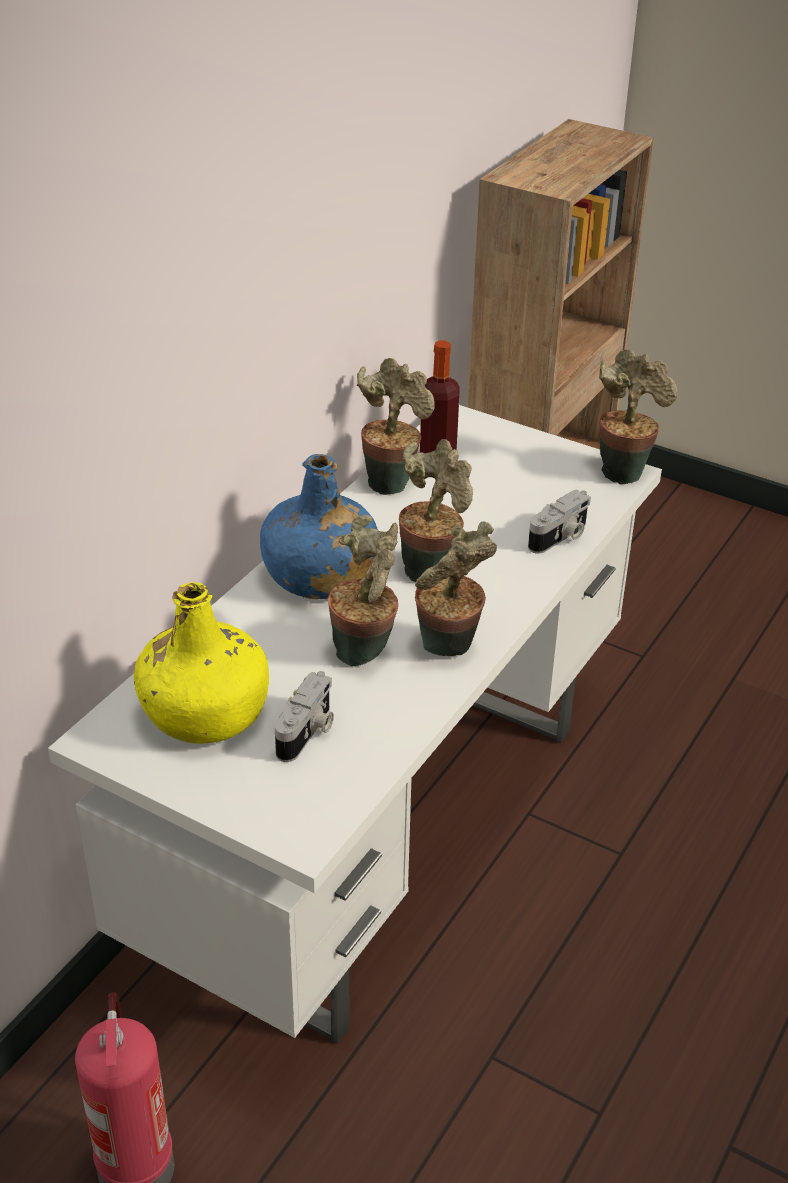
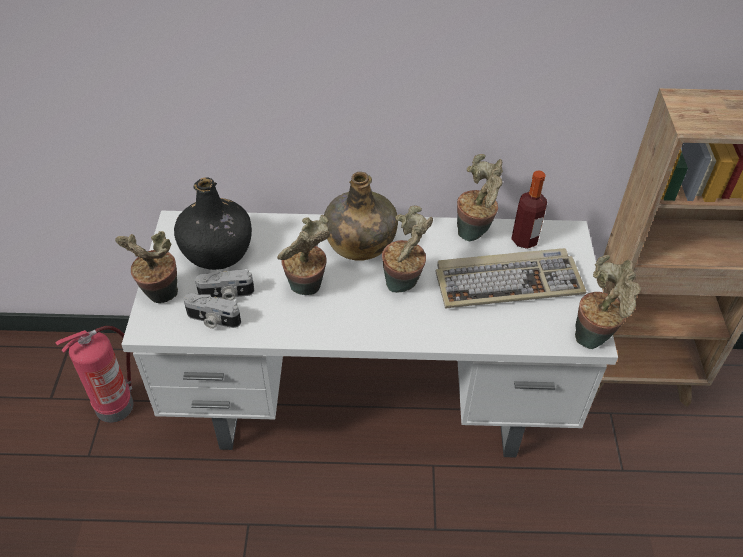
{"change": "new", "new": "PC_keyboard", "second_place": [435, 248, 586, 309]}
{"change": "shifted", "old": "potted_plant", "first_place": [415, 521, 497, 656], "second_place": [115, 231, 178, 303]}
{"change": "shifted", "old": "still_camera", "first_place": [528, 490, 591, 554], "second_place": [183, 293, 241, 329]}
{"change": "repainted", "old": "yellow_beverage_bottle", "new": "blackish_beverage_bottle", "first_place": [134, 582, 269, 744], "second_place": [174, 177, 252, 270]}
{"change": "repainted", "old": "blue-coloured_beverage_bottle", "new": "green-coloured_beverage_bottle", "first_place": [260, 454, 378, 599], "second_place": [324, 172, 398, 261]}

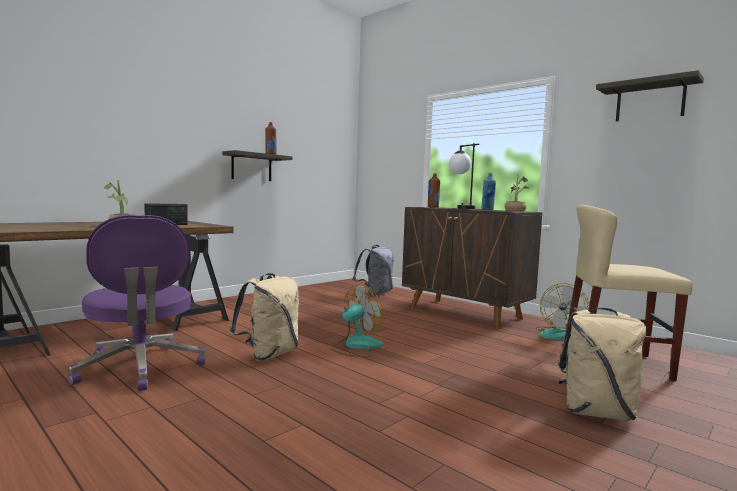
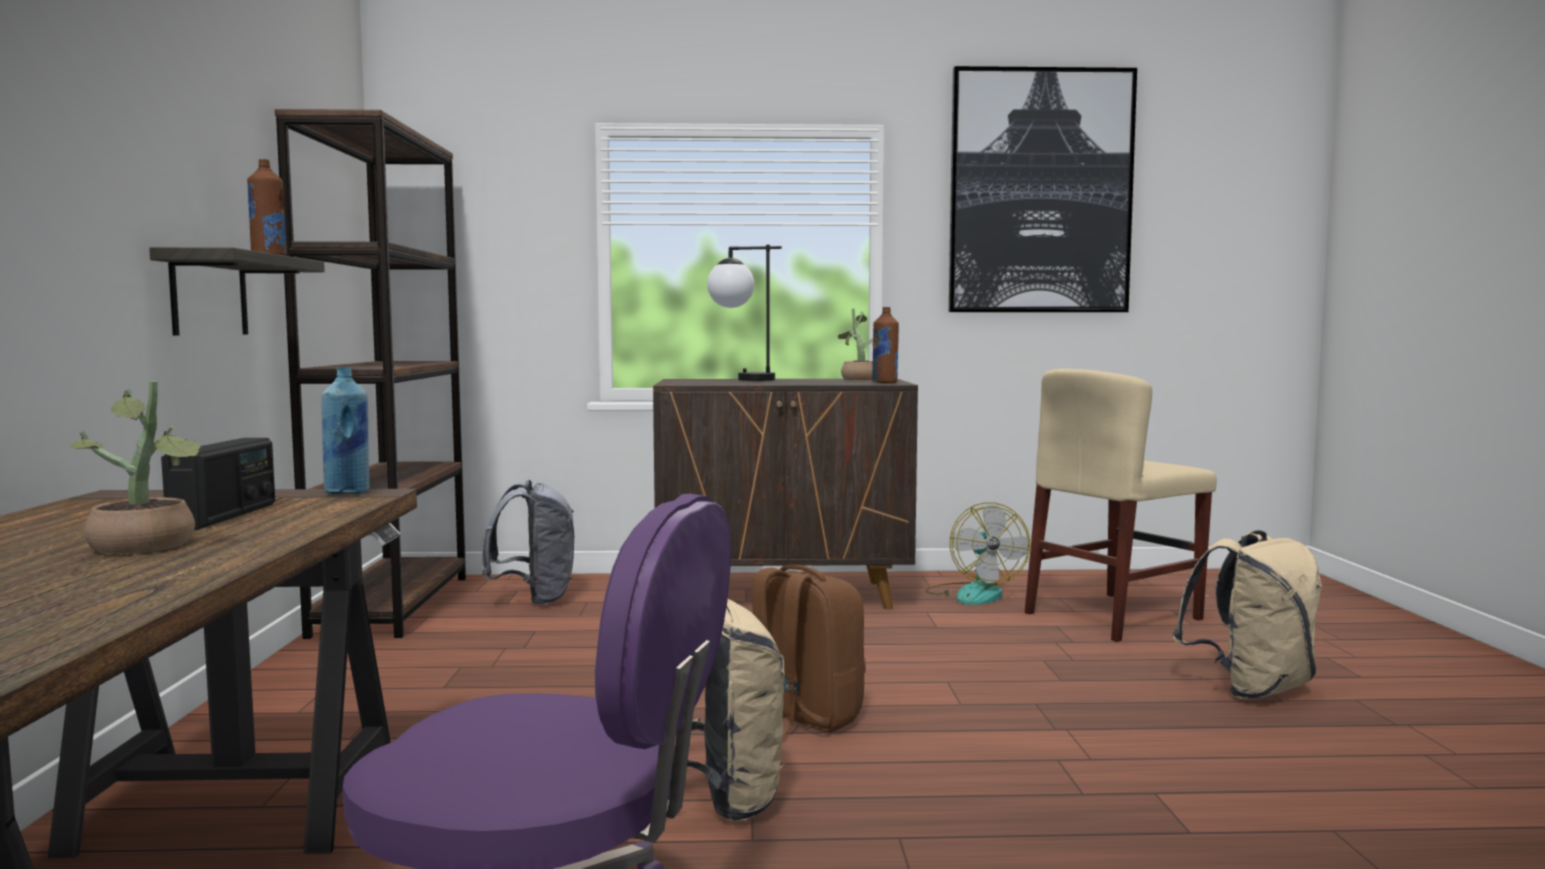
{"change": "new", "new": "brown_bookcase", "second_place": [275, 109, 466, 639]}
{"change": "shifted", "old": "brown_beverage_bottle", "first_place": [428, 173, 440, 208], "second_place": [872, 307, 899, 384]}
{"change": "shifted", "old": "blue-coloured_beverage_bottle", "first_place": [481, 173, 496, 210], "second_place": [321, 367, 369, 494]}
{"change": "swapped", "old": "cooling_fan", "new": "brown_knapsack", "first_place": [331, 284, 383, 357], "second_place": [752, 565, 866, 737]}
{"change": "swapped", "old": "bracket_shelf", "new": "wall_picture", "first_place": [596, 70, 704, 121], "second_place": [949, 66, 1137, 312]}

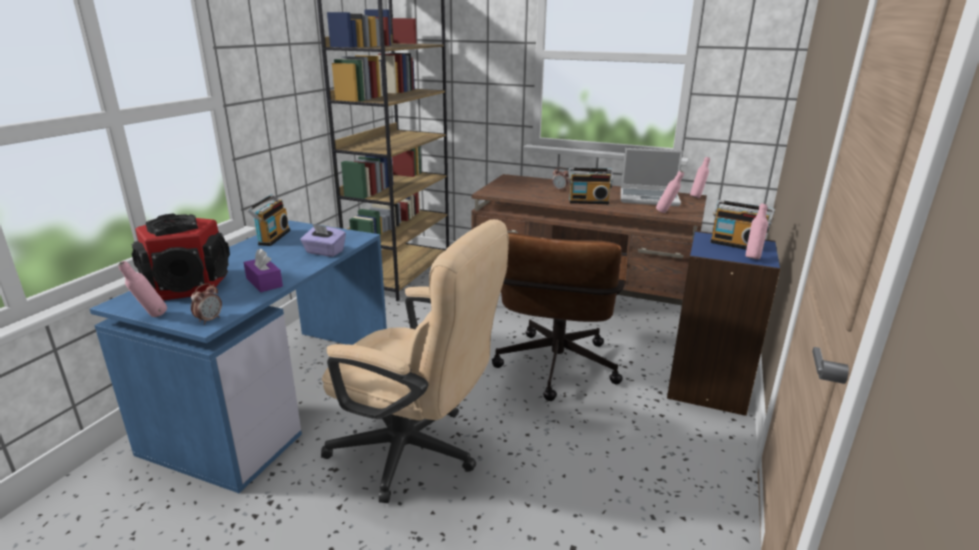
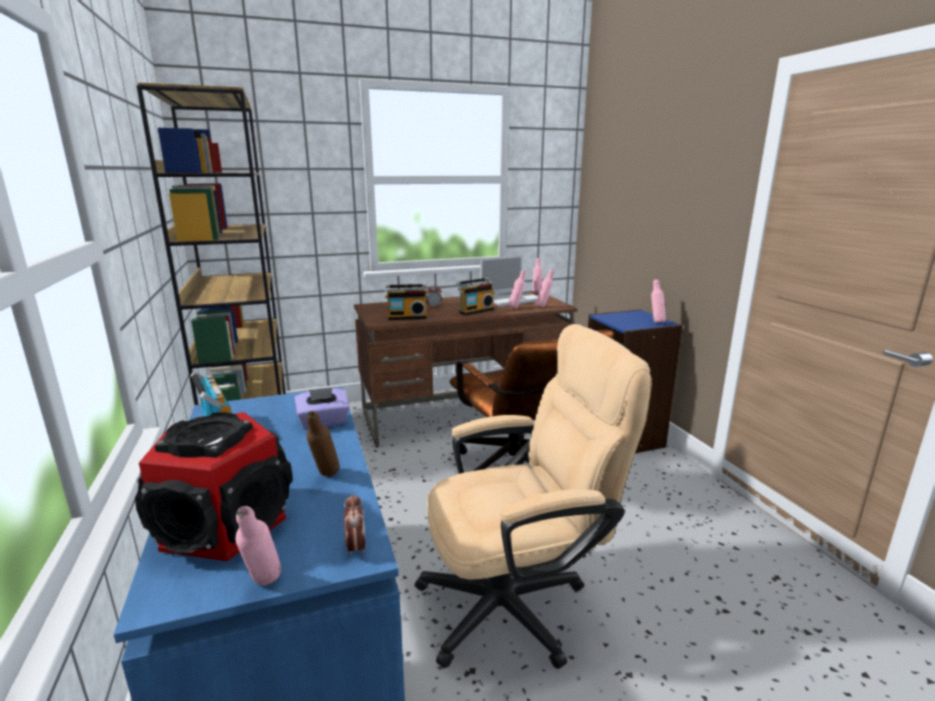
{"change": "new", "new": "pinkish_beverage_bottle", "second_place": [508, 270, 526, 309]}
{"change": "shifted", "old": "radio", "first_place": [710, 200, 775, 250], "second_place": [385, 284, 429, 320]}
{"change": "swapped", "old": "purple_tissue_holder", "new": "brown_beverage_bottle", "first_place": [244, 248, 283, 292], "second_place": [306, 411, 340, 477]}

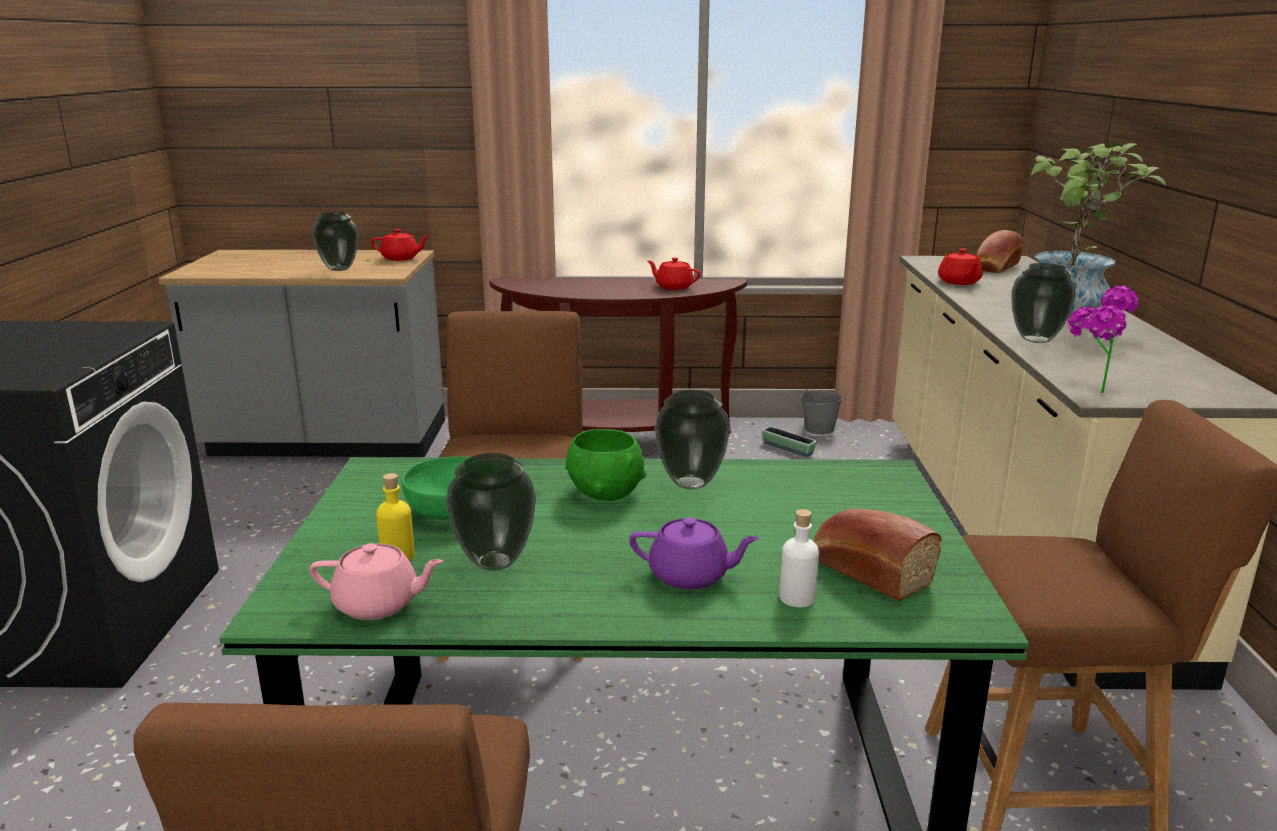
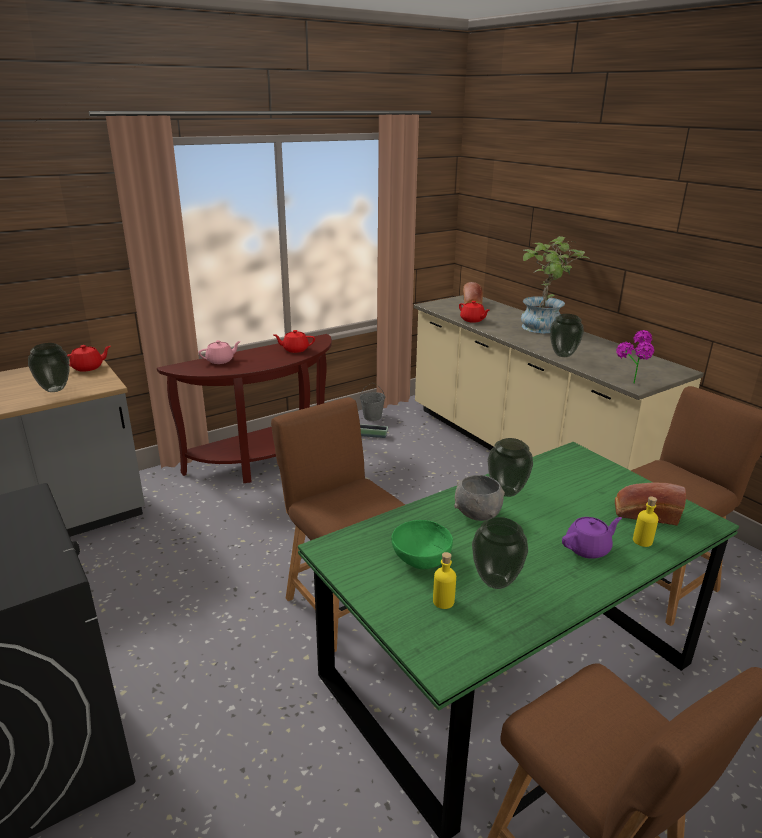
{"change": "shifted", "old": "pinkish_pot_for_tea", "first_place": [309, 543, 443, 620], "second_place": [198, 340, 241, 364]}
{"change": "repainted", "old": "green-coloured_bowl", "new": "grey_bowl", "first_place": [565, 429, 646, 501], "second_place": [454, 475, 505, 521]}
{"change": "repainted", "old": "whitish_beverage_bottle", "new": "yellow_beverage_bottle", "first_place": [779, 509, 819, 607], "second_place": [633, 497, 658, 547]}

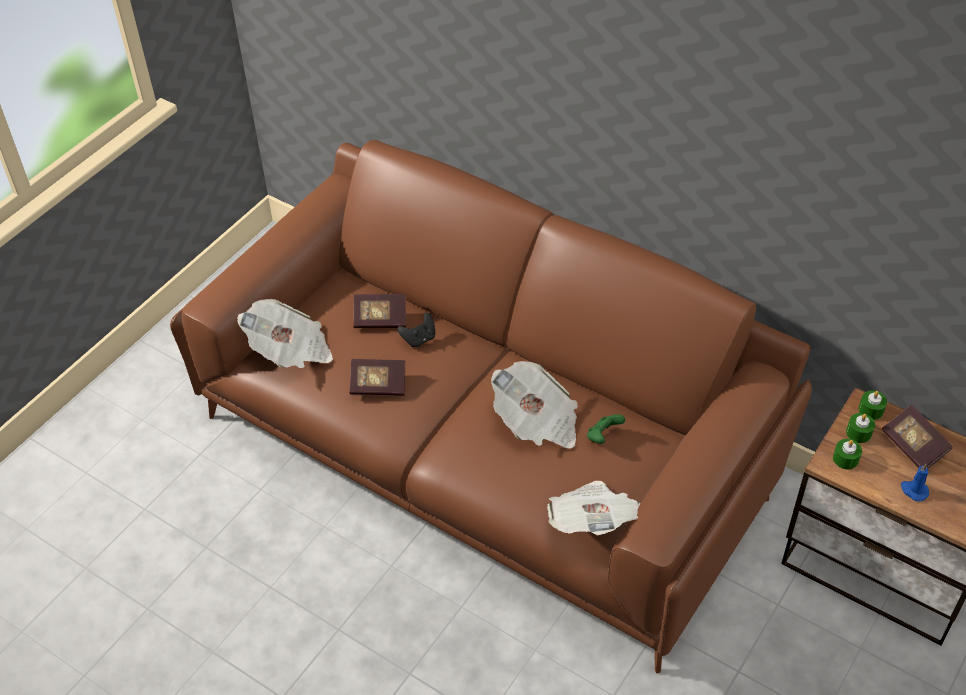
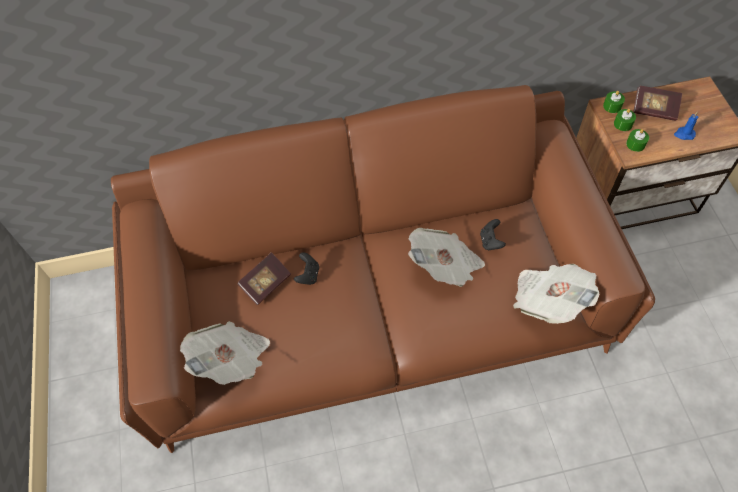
{"change": "gone", "old": "book", "first_place": [349, 359, 405, 396]}
{"change": "repainted", "old": "green-coloured_joypad", "new": "blackish_joypad", "first_place": [587, 414, 625, 444], "second_place": [480, 219, 506, 250]}

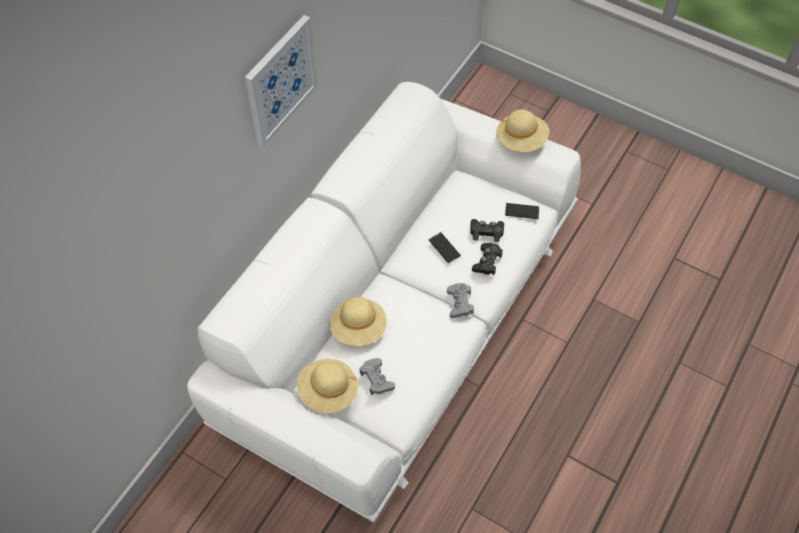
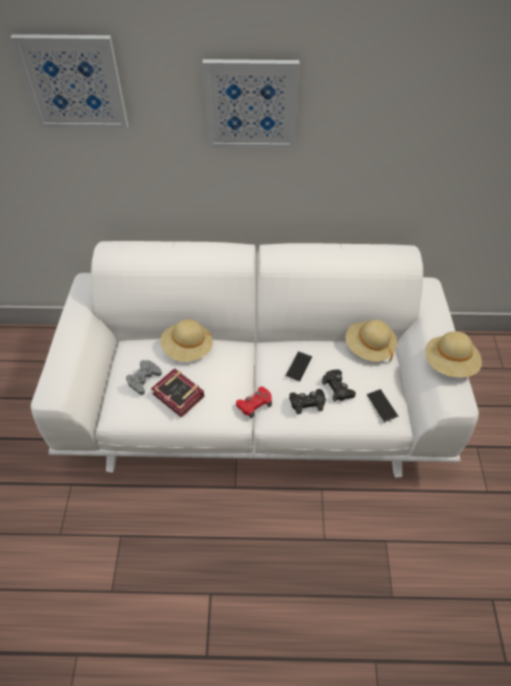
{"change": "new", "new": "wall_picture", "second_place": [10, 34, 128, 129]}
{"change": "new", "new": "book", "second_place": [151, 368, 204, 418]}
{"change": "shifted", "old": "beige-coloured_wearable_hat", "first_place": [297, 359, 358, 413], "second_place": [346, 320, 397, 362]}
{"change": "repainted", "old": "grey_joypad", "new": "red_joypad", "first_place": [447, 283, 474, 318], "second_place": [236, 387, 272, 419]}

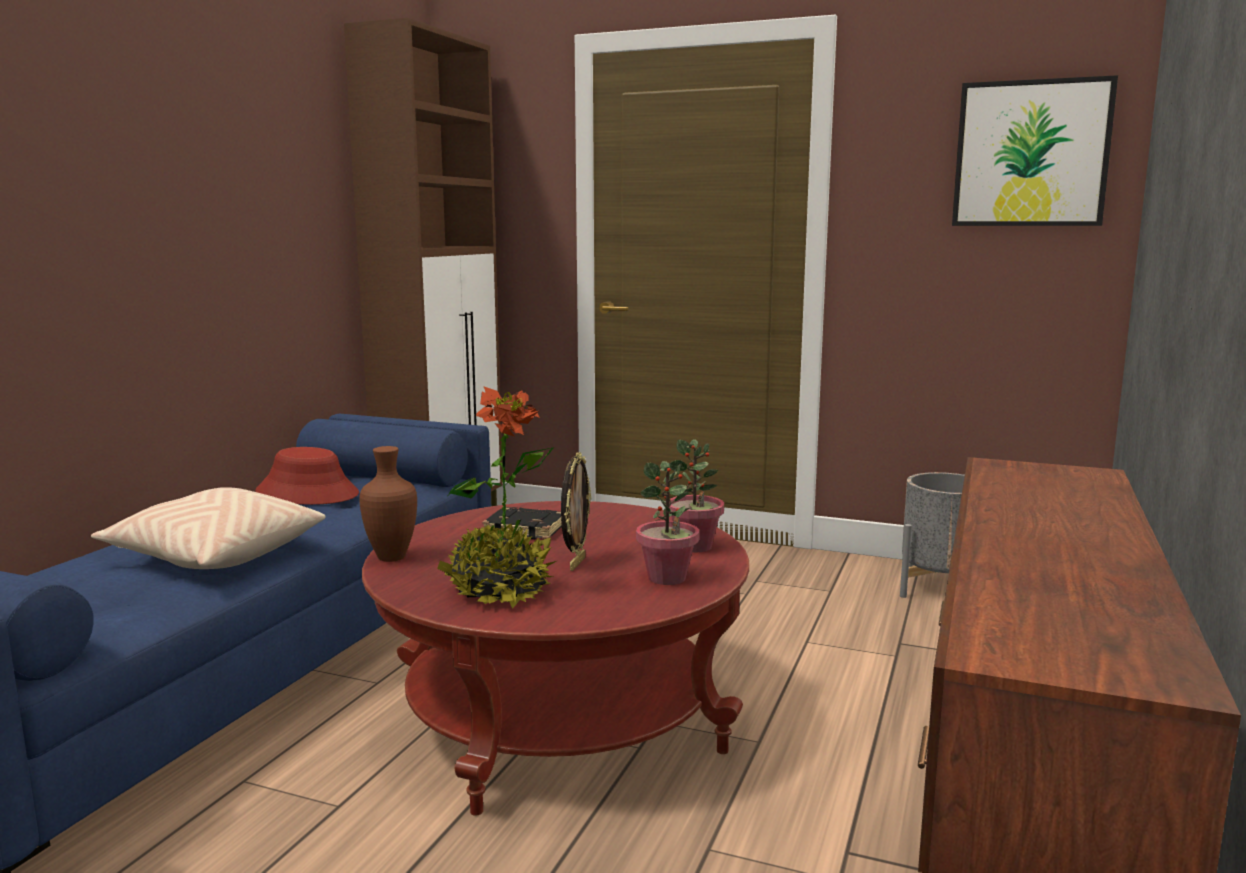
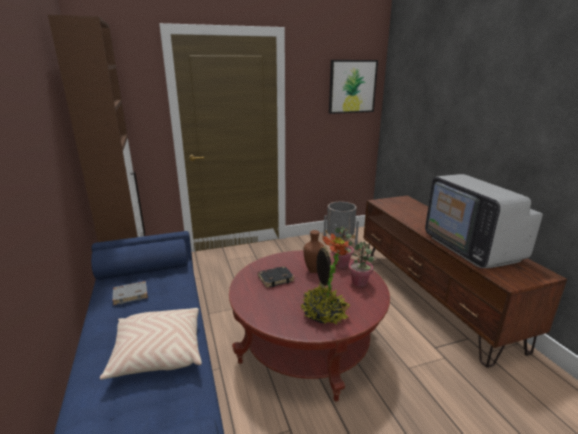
{"change": "new", "new": "TV", "second_place": [425, 174, 543, 268]}
{"change": "shifted", "old": "brown_vase", "first_place": [359, 446, 417, 562], "second_place": [303, 230, 324, 273]}
{"change": "swapped", "old": "red_wearable_hat", "new": "grey_book", "first_place": [255, 447, 359, 505], "second_place": [112, 281, 148, 305]}

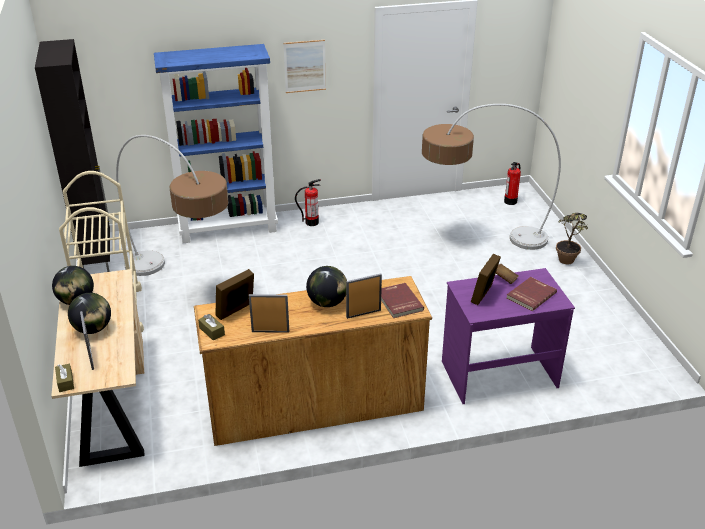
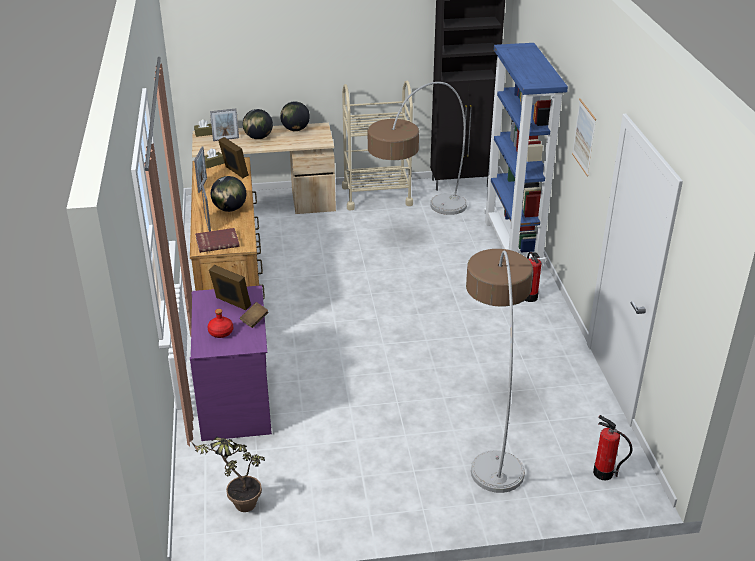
{"change": "shifted", "old": "potted_plant", "first_place": [556, 213, 588, 265], "second_place": [190, 436, 265, 512]}
{"change": "swapped", "old": "red_book", "new": "red_beverage_bottle", "first_place": [507, 277, 557, 311], "second_place": [207, 309, 233, 338]}

